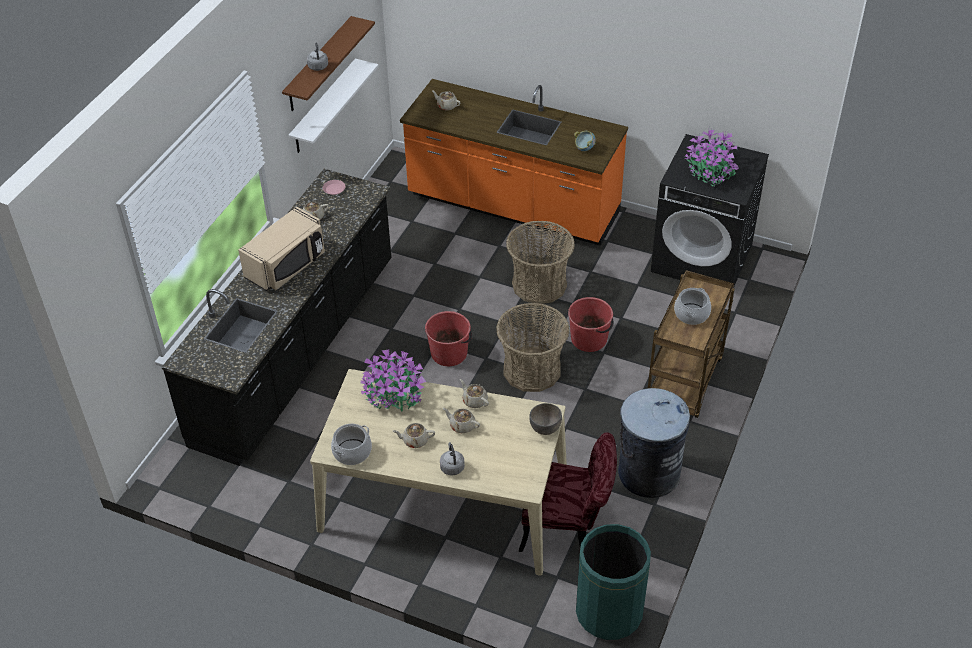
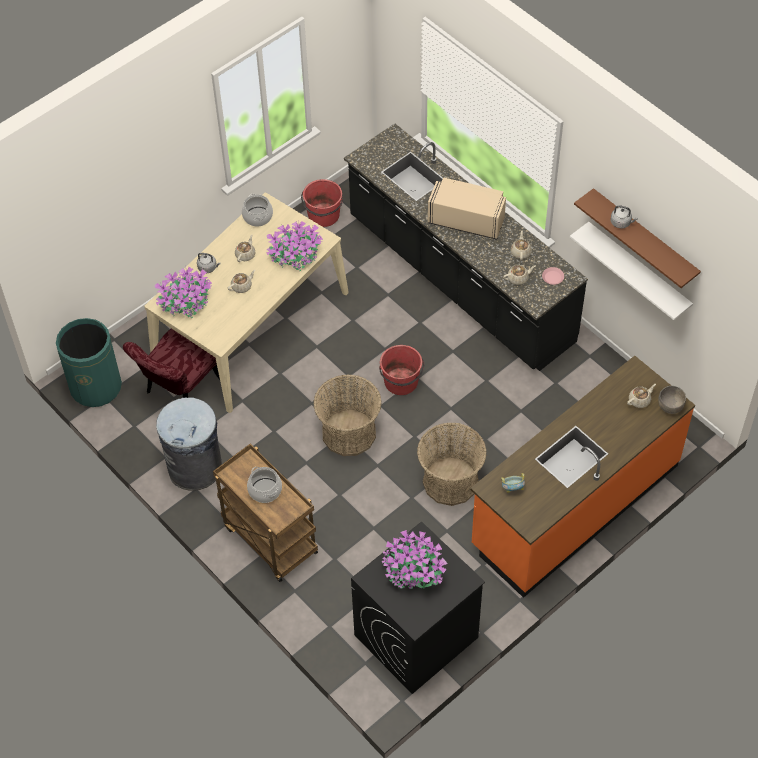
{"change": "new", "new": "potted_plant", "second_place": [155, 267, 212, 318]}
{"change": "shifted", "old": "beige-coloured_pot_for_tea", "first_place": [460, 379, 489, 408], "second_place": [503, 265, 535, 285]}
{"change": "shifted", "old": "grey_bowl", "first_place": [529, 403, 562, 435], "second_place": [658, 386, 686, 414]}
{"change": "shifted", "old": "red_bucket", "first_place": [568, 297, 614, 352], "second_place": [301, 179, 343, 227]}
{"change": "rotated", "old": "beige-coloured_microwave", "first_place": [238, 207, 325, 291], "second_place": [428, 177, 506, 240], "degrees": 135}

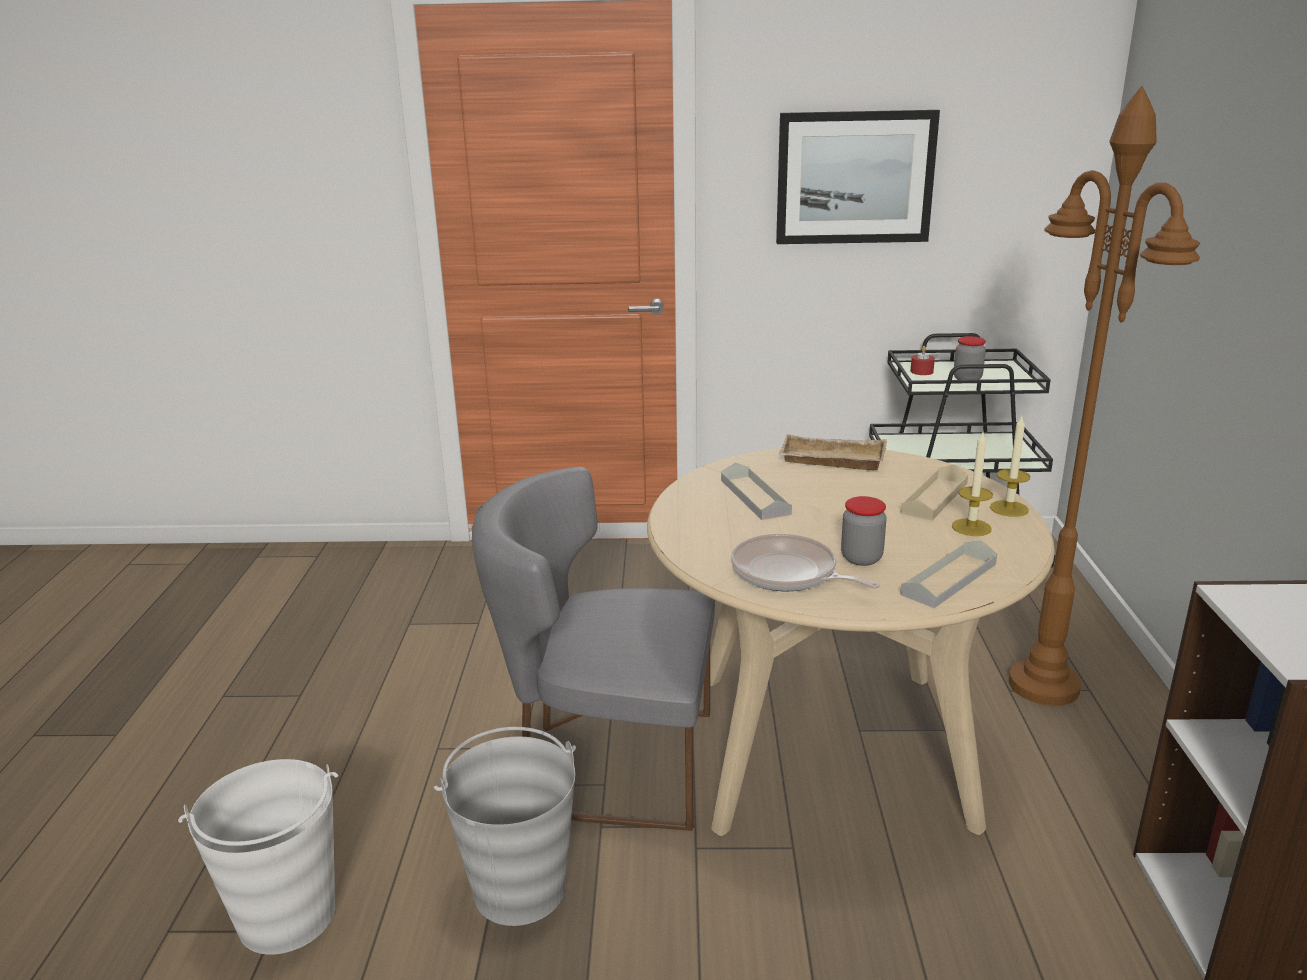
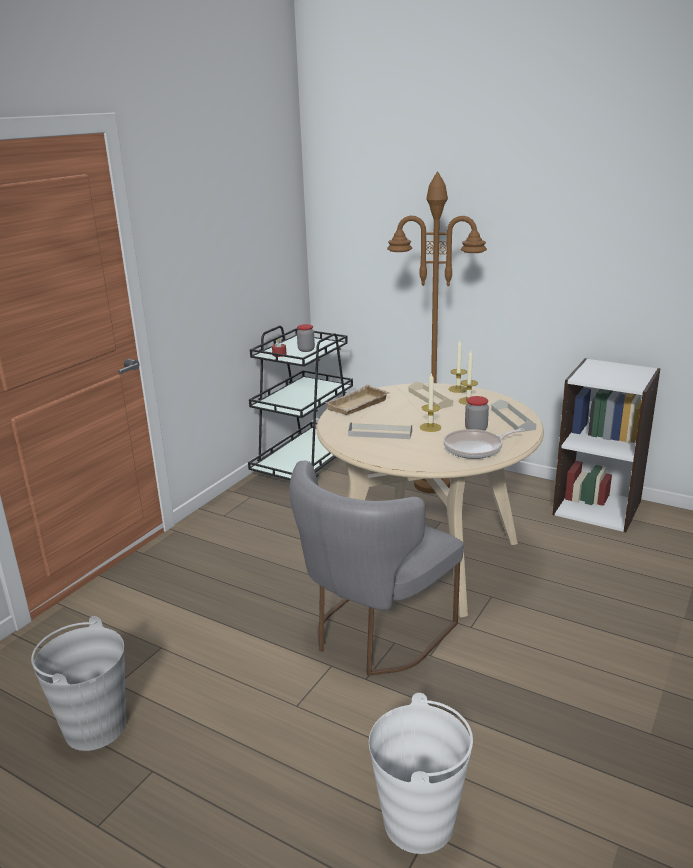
{"change": "gone", "old": "wall_picture", "first_place": [776, 110, 940, 244]}
{"change": "new", "new": "wax_candle", "second_place": [420, 372, 441, 432]}
{"change": "shifted", "old": "grey_bucket", "first_place": [434, 727, 576, 926], "second_place": [31, 616, 126, 751]}

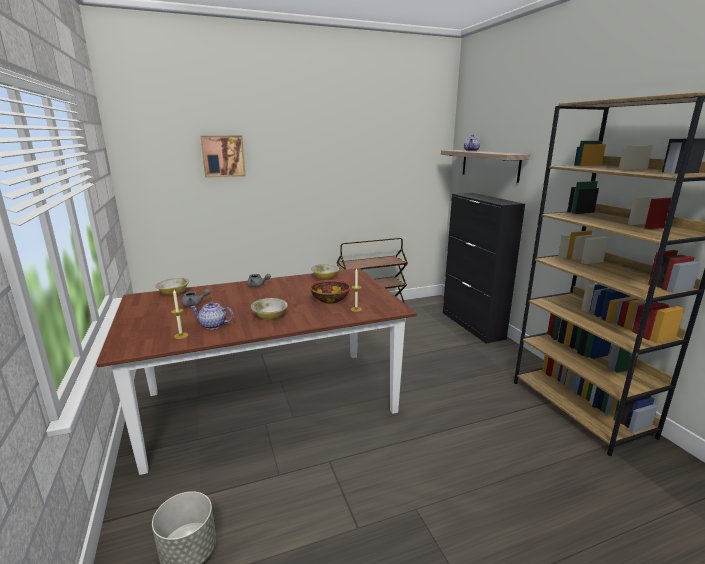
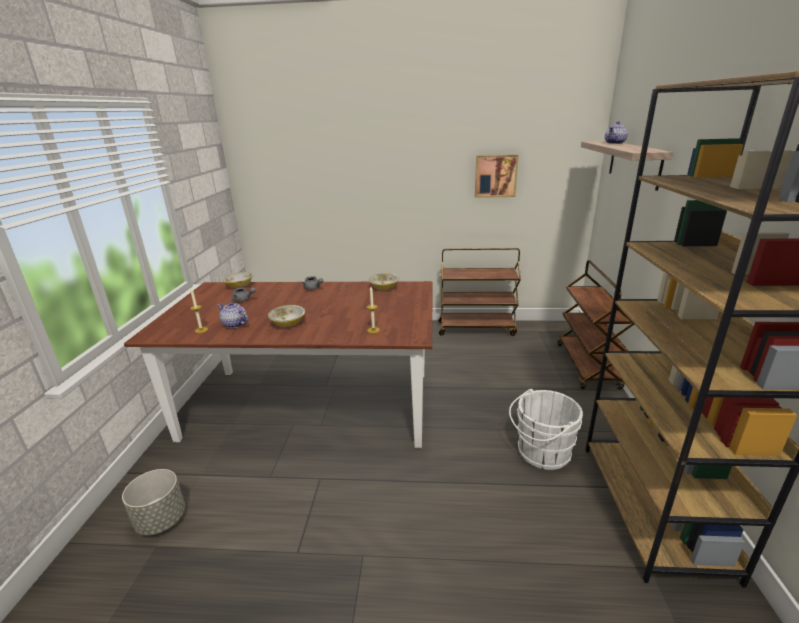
{"change": "gone", "old": "bowl", "first_place": [310, 280, 350, 304]}
{"change": "new", "new": "whitish_bucket", "second_place": [509, 389, 583, 470]}
{"change": "shifted", "old": "wall_picture", "first_place": [200, 136, 246, 178], "second_place": [475, 154, 519, 198]}
{"change": "swapped", "old": "blackish_cabinet", "new": "brown_trolley", "first_place": [443, 193, 525, 344], "second_place": [558, 260, 634, 390]}

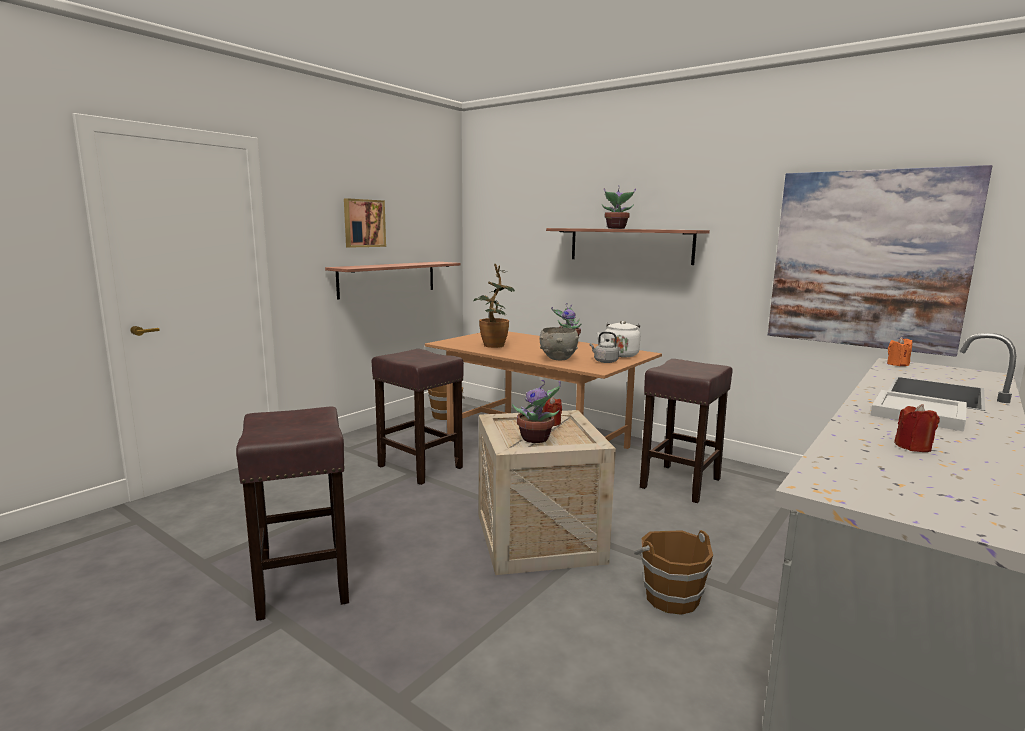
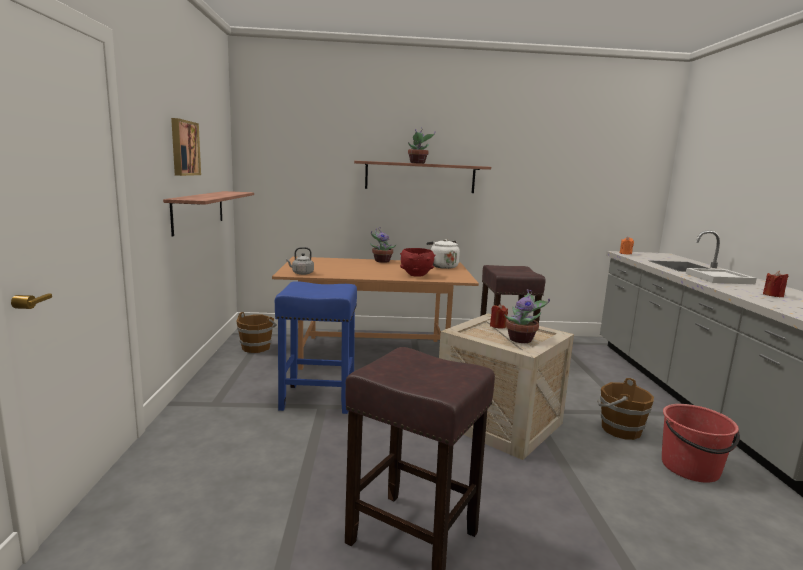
{"change": "gone", "old": "potted_plant", "first_place": [473, 264, 515, 348]}
{"change": "gone", "old": "wall_picture", "first_place": [768, 165, 992, 357]}
{"change": "new", "new": "red_bucket", "second_place": [662, 404, 740, 483]}
{"change": "shifted", "old": "grey_water_kettle", "first_place": [590, 332, 619, 363], "second_place": [286, 247, 314, 275]}
{"change": "repainted", "old": "brown_stool_seat", "new": "blue-coloured_stool_seat", "first_place": [372, 349, 464, 485], "second_place": [275, 281, 357, 414]}
{"change": "repainted", "old": "grey_bowl", "new": "red_bowl", "first_place": [540, 327, 579, 360], "second_place": [400, 248, 435, 277]}

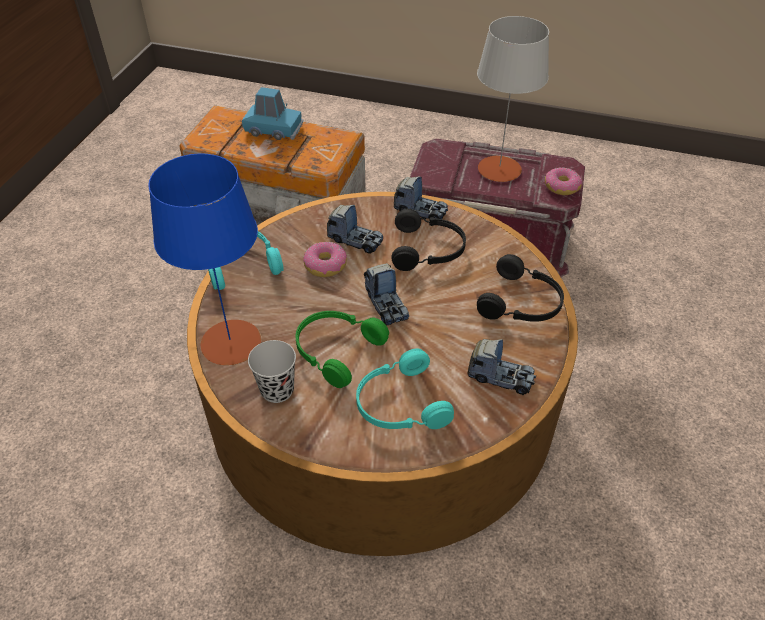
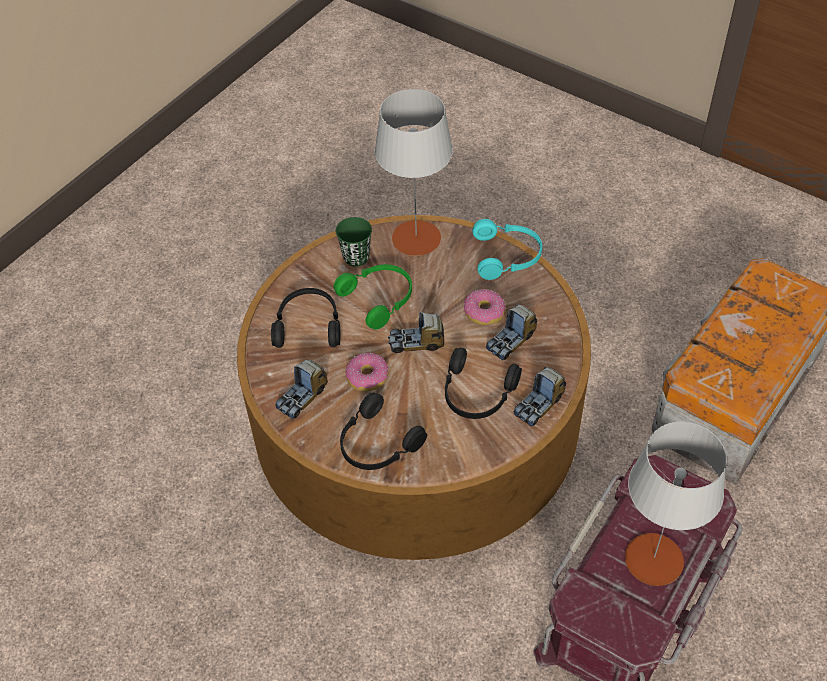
{"change": "gone", "old": "blue-coloured_model_car", "first_place": [242, 87, 303, 140]}
{"change": "shifted", "old": "doughnut", "first_place": [545, 167, 582, 195], "second_place": [345, 353, 388, 391]}
{"change": "repainted", "old": "blue-coloured_tabletop_lamp", "new": "grey_tabletop_lamp", "first_place": [148, 154, 261, 366], "second_place": [375, 89, 453, 256]}
{"change": "repainted", "old": "blackish_drinking_cup", "new": "green-coloured_drinking_cup", "first_place": [248, 340, 296, 403], "second_place": [336, 217, 372, 267]}
{"change": "repainted", "old": "blue-green_pair_of_headphones", "new": "blackish_pair_of_headphones", "first_place": [356, 349, 454, 429], "second_place": [271, 288, 340, 348]}

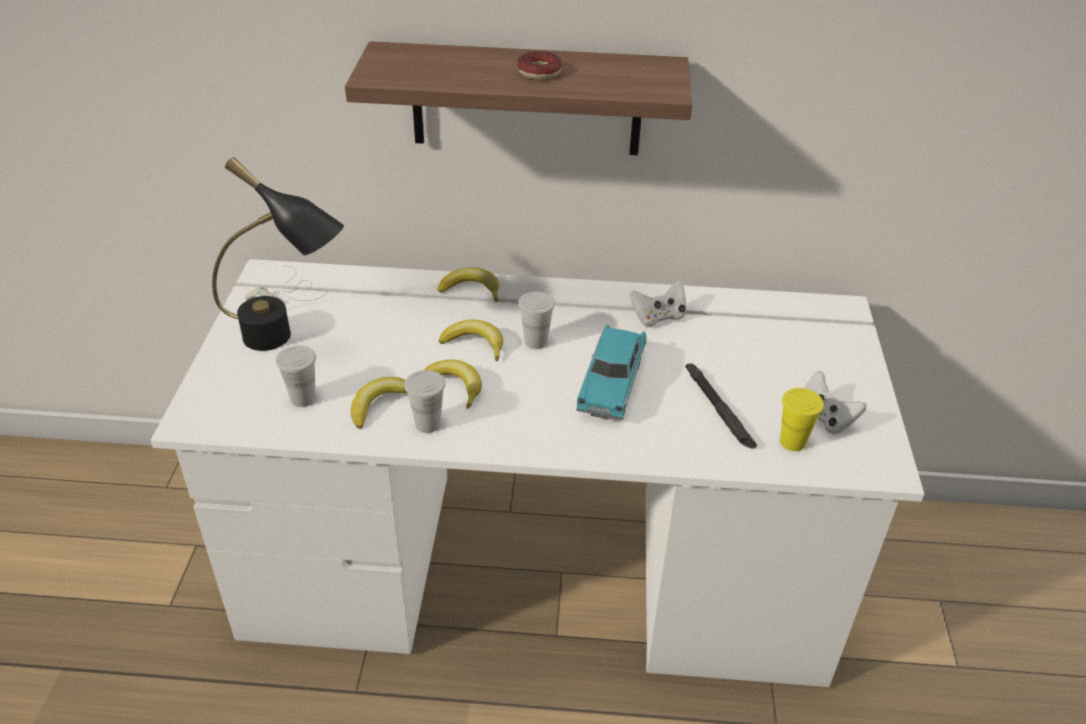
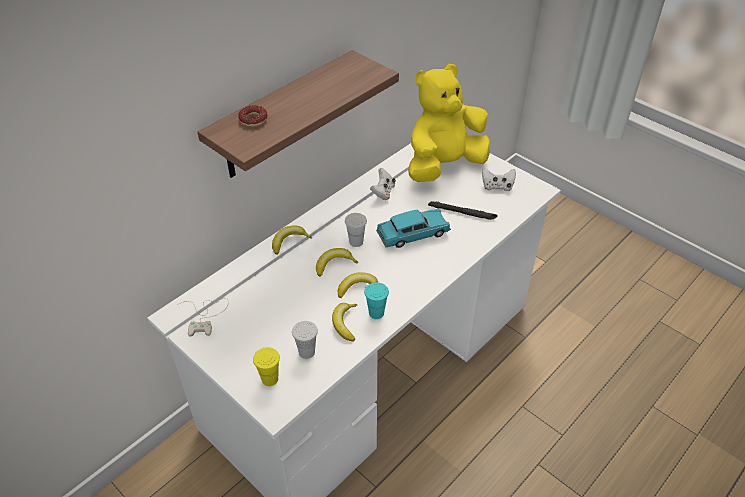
{"change": "gone", "old": "blackish_tabletop_lamp", "first_place": [212, 157, 344, 351]}
{"change": "new", "new": "yellow_cuddly_toy", "second_place": [408, 64, 490, 182]}
{"change": "shifted", "old": "doughnut", "first_place": [517, 51, 562, 79], "second_place": [238, 105, 268, 127]}
{"change": "shifted", "old": "yellow_drinking_cup", "first_place": [780, 388, 824, 451], "second_place": [253, 347, 280, 386]}
{"change": "repainted", "old": "whitish_drinking_cup", "new": "blue-green_drinking_cup", "first_place": [404, 370, 445, 433], "second_place": [364, 282, 389, 319]}
{"change": "rotated", "old": "blue-green_model_car", "first_place": [576, 325, 647, 420], "second_place": [376, 209, 451, 248], "degrees": -75}

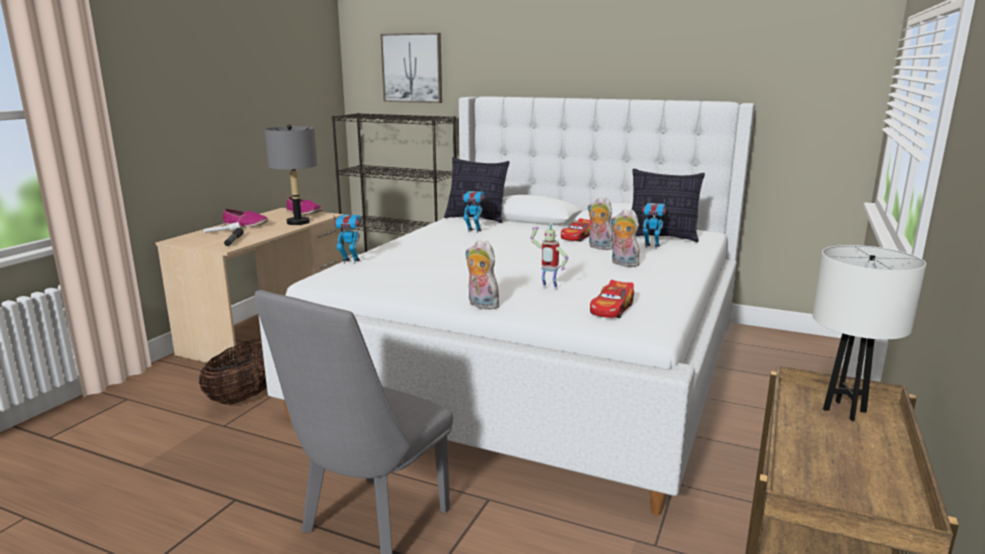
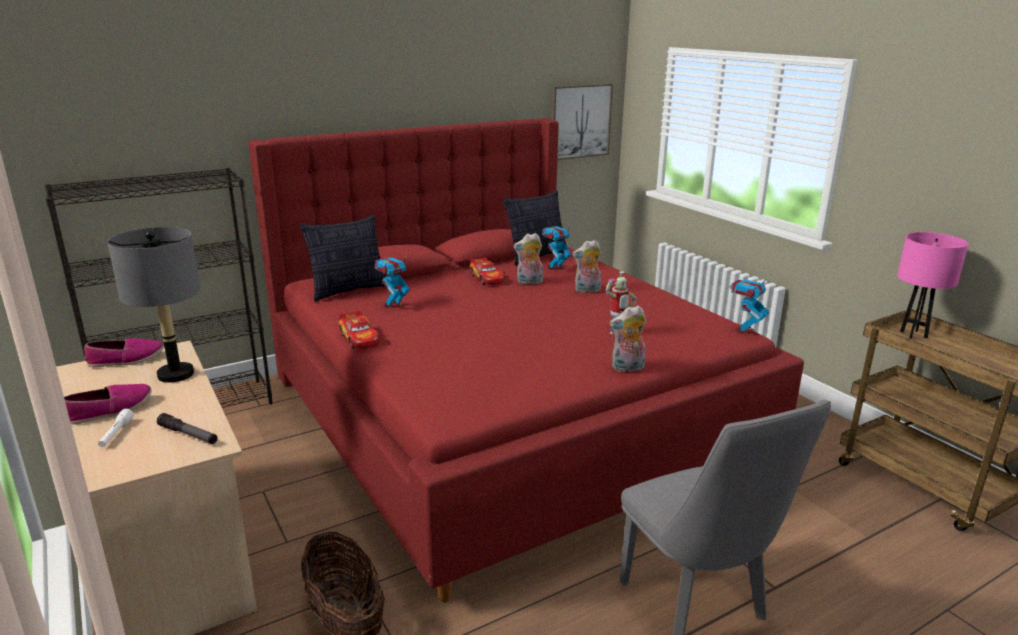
{"change": "shifted", "old": "robot_figure", "first_place": [332, 210, 362, 264], "second_place": [730, 274, 770, 334]}
{"change": "shifted", "old": "wall_picture", "first_place": [380, 33, 442, 103], "second_place": [551, 84, 613, 160]}
{"change": "shifted", "old": "model_car", "first_place": [590, 280, 634, 318], "second_place": [339, 311, 379, 349]}
{"change": "repainted", "old": "whitish_bed", "new": "red_bed", "first_place": [259, 96, 755, 515], "second_place": [248, 118, 804, 603]}
{"change": "repainted", "old": "whitish_tabletop_lamp", "new": "pinkish_tabletop_lamp", "first_place": [813, 245, 926, 421], "second_place": [897, 232, 969, 339]}

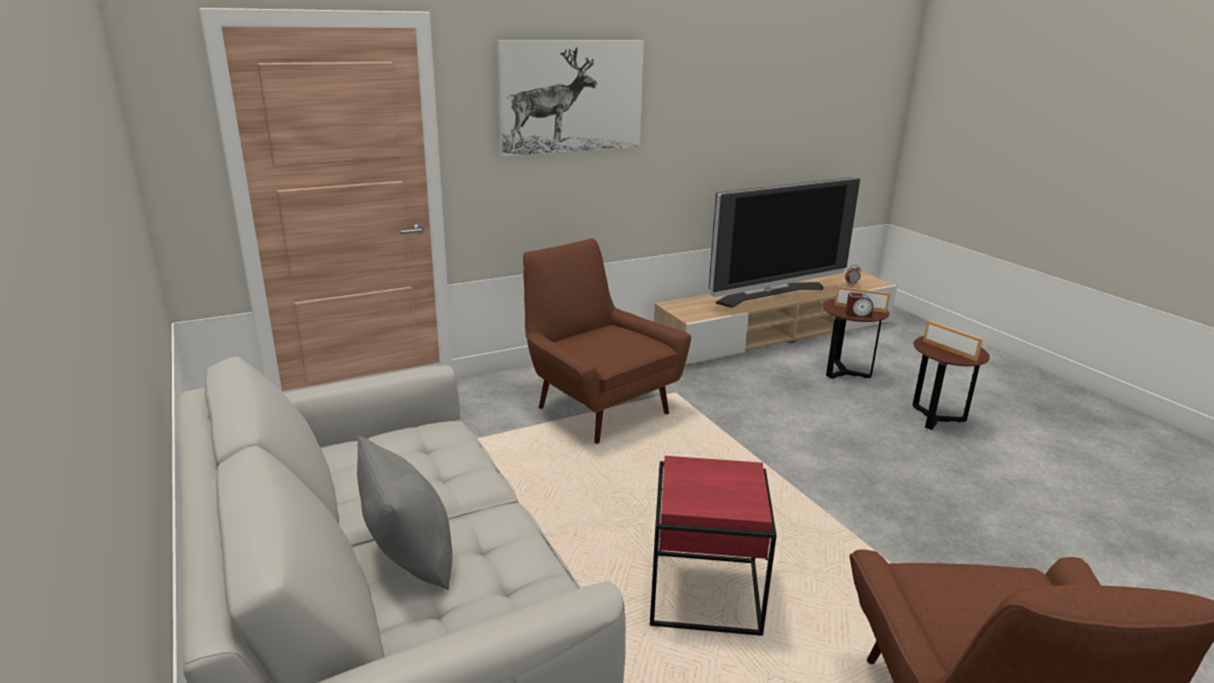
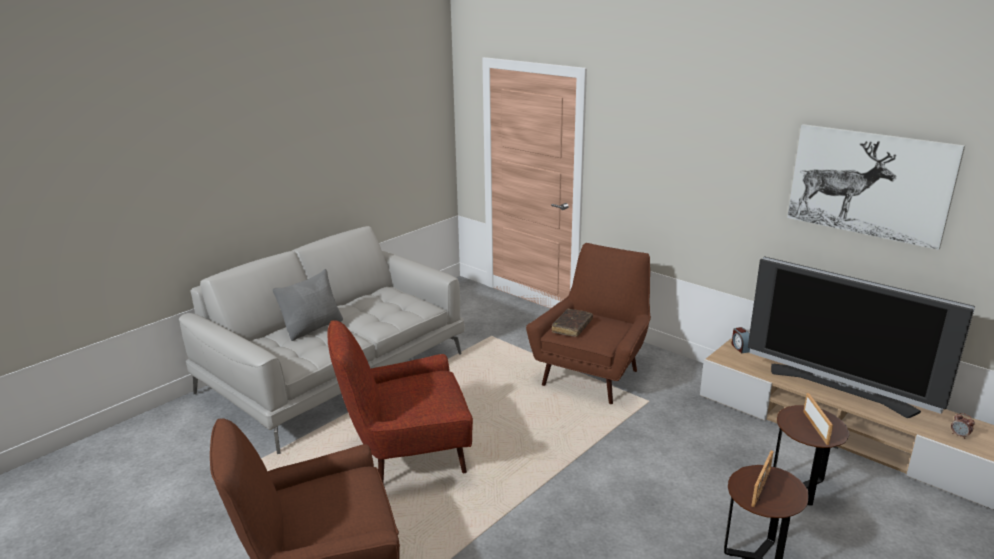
{"change": "new", "new": "brown_book", "second_place": [552, 309, 593, 337]}
{"change": "shifted", "old": "wall_picture", "first_place": [497, 40, 644, 156], "second_place": [787, 124, 965, 250]}
{"change": "shifted", "old": "bedside_clock", "first_place": [846, 293, 873, 318], "second_place": [732, 327, 750, 353]}
{"change": "swapped", "old": "red_accent_table", "new": "red_easy_chair", "first_place": [650, 456, 777, 636], "second_place": [327, 320, 473, 484]}

